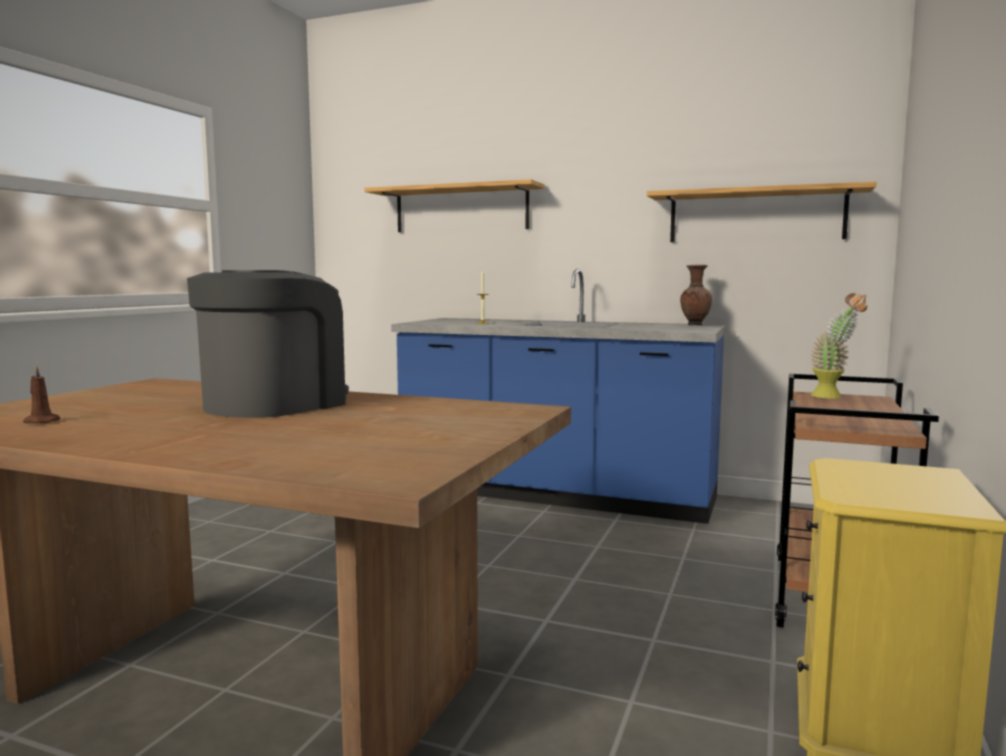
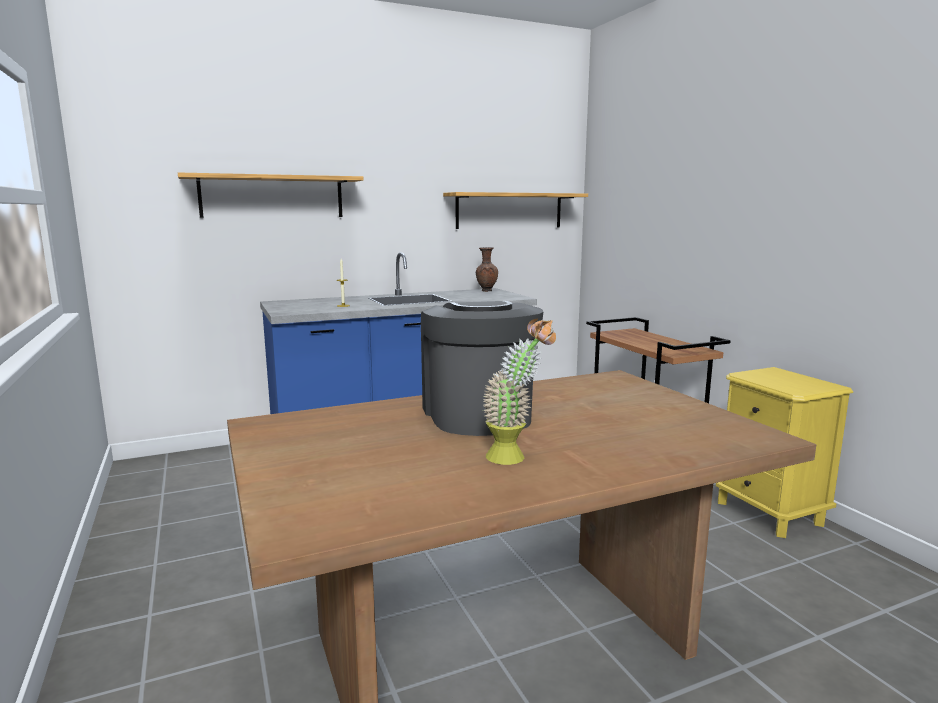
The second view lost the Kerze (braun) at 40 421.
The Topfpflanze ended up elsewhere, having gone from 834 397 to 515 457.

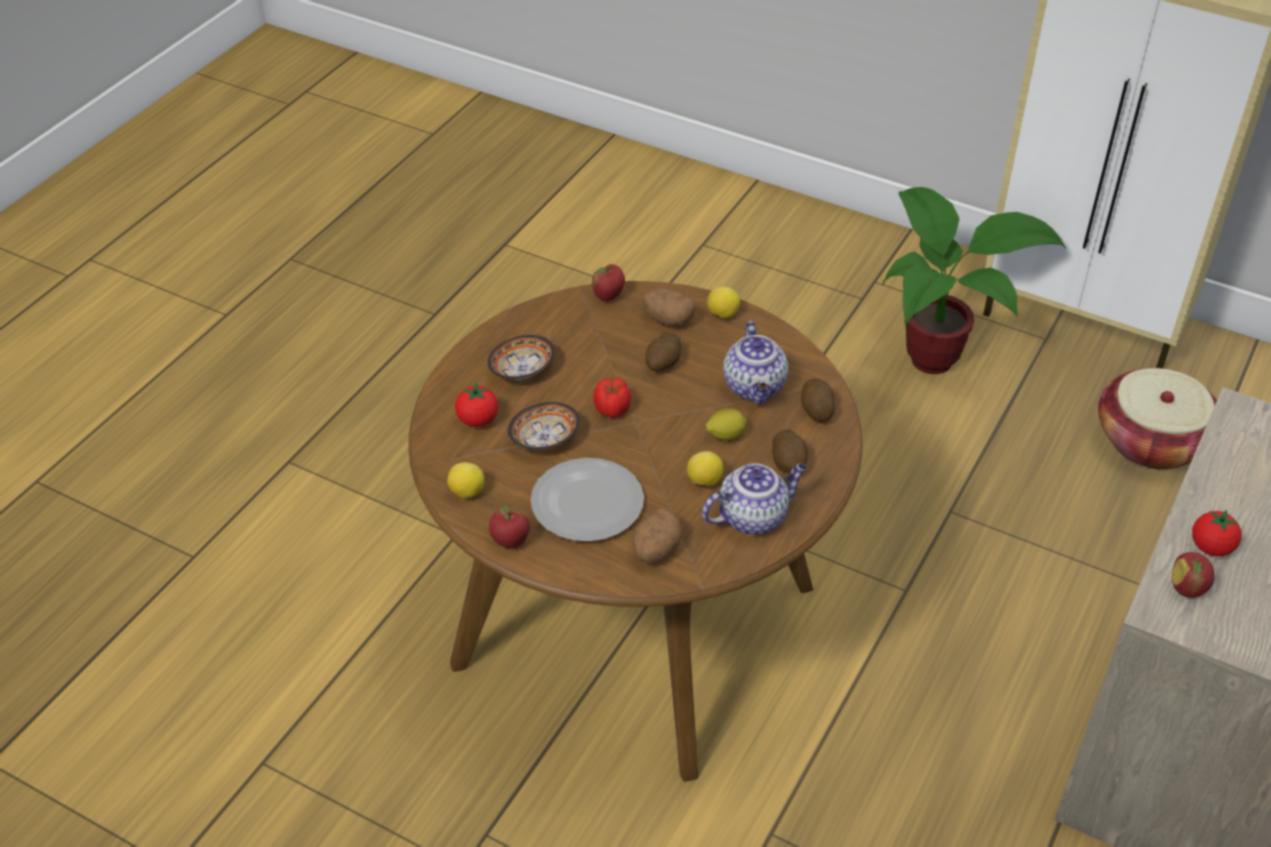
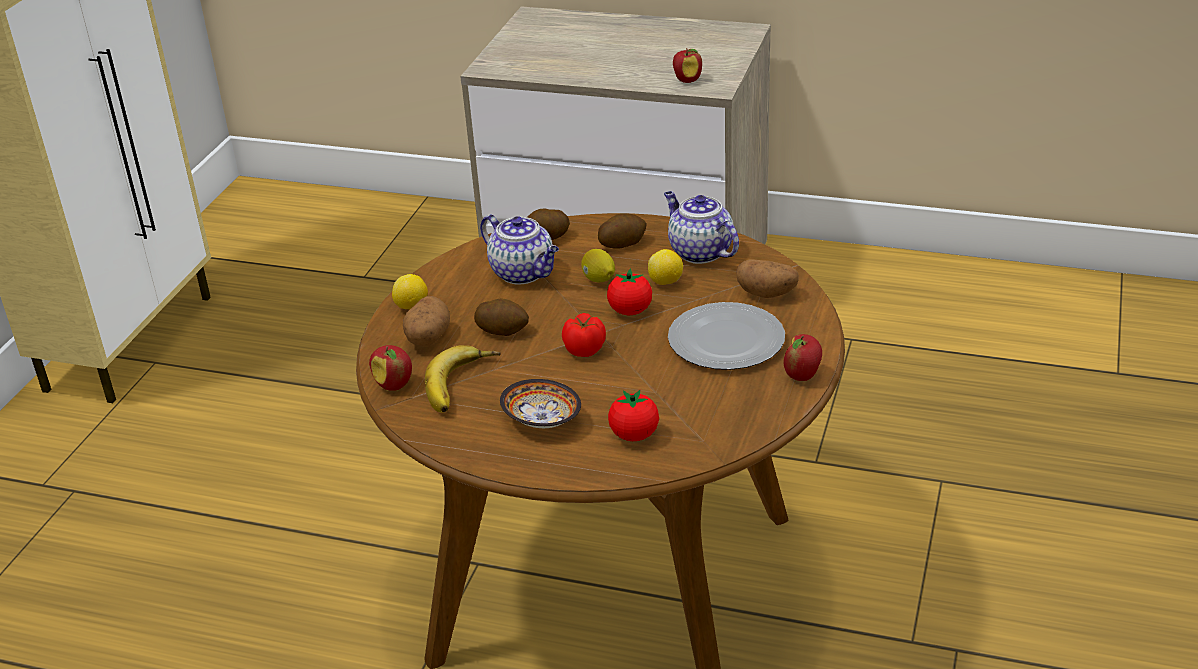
The second view lost the Zitrone at 466 492.
The second view lost the Schüssel at 542 440.
The second view lost the Topfpflanze at 939 358.
The second view lost the Korb at 1151 441.
The second view gained the Banane at 463 385.
The Tomate ended up elsewhere, having gone from 1211 547 to 630 311.
The Teekanne at 755 388 ended up facing another way, 60 degrees clockwise from before.

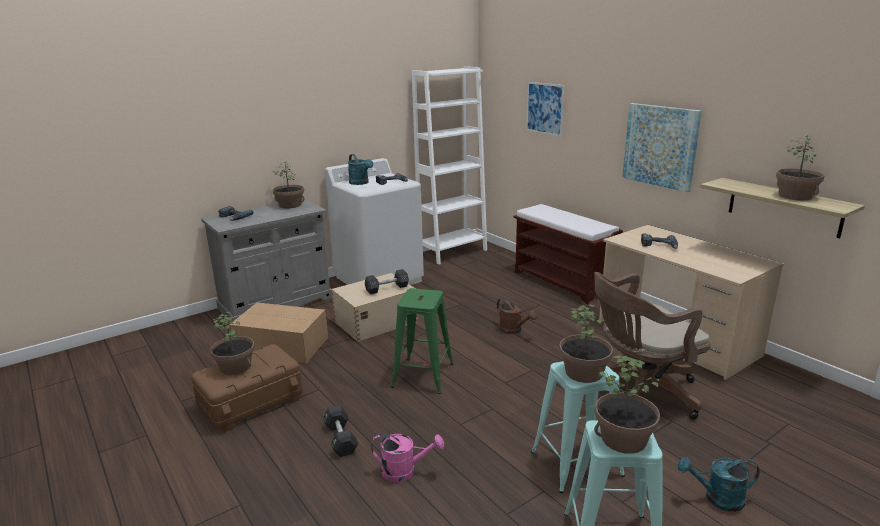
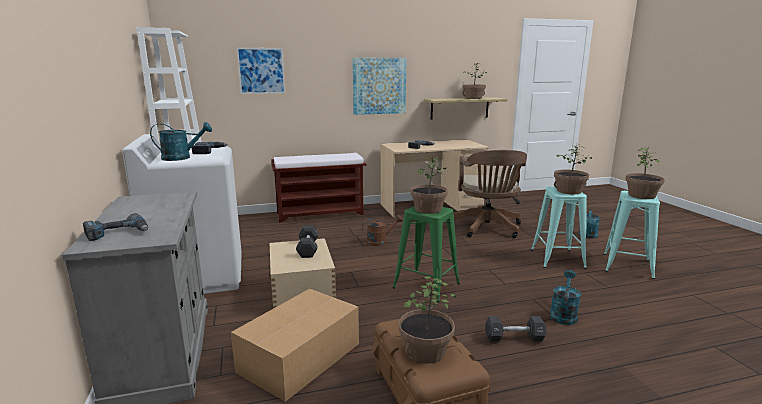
The Topfpflanze ended up elsewhere, having gone from 290 205 to 427 209.
What was the Gießkanne (rosa) at 405 471 turned into the Gießkanne (türkis) at 563 314.

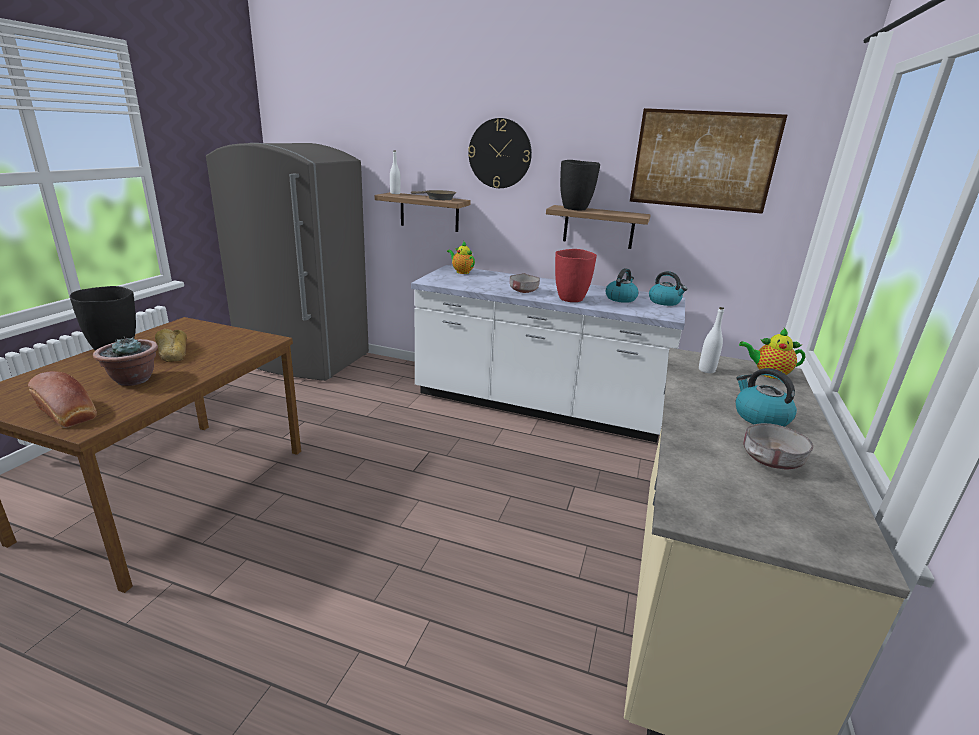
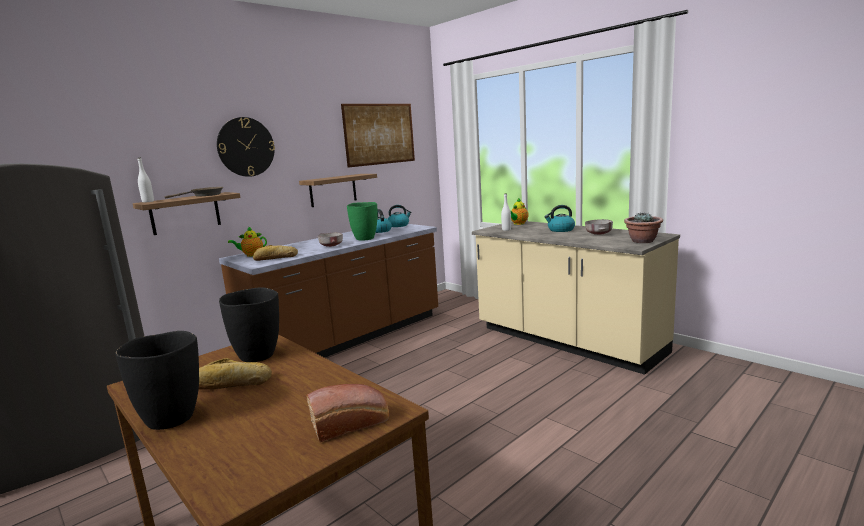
The second view gained the Brot at 275 258.
The Topfpflanze ended up elsewhere, having gone from 132 379 to 642 241.
The Vase (schwarz) ended up elsewhere, having gone from 575 208 to 258 355.
What was the Küchenzeile (weiß) at 537 406 turned into the Küchenzeile (braun) at 348 339.
What was the Vase (rot) at 571 299 turned into the Vase (grün) at 365 238.

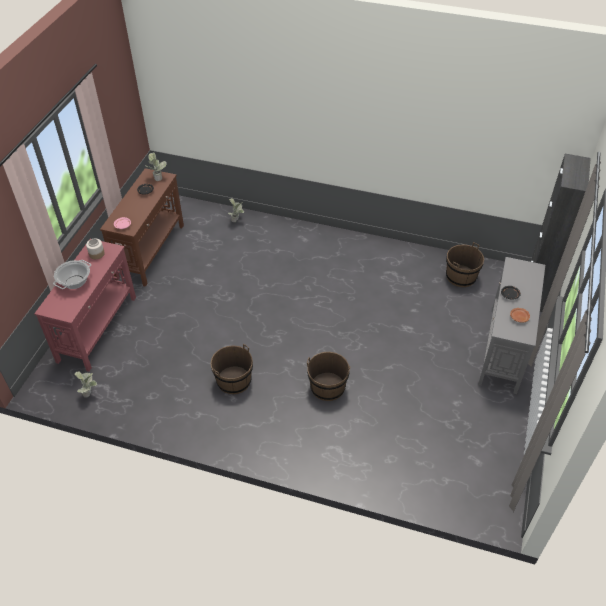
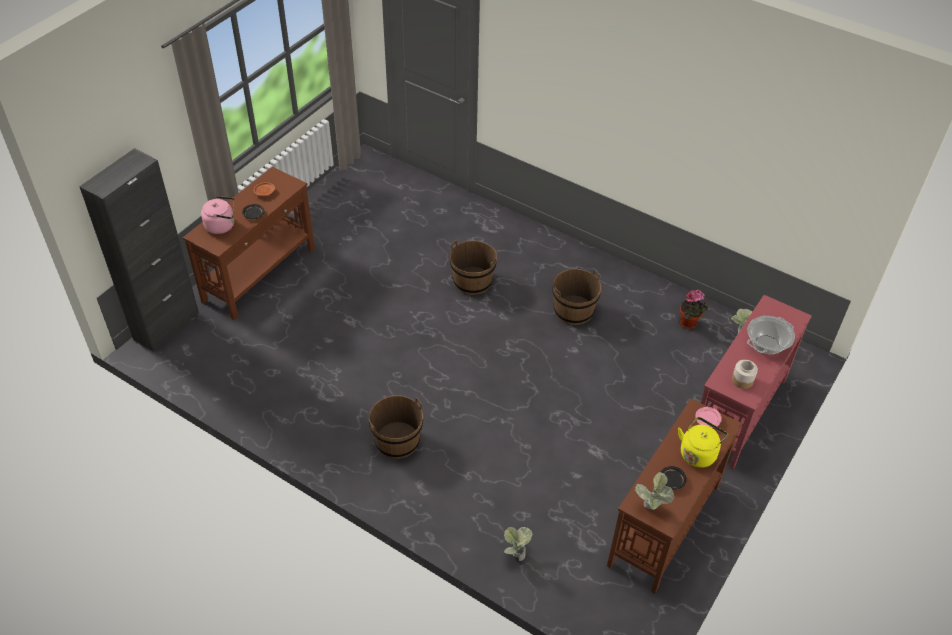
The second view gained the Wasserkessel (rosa) at 222 225.
The second view gained the Wasserkessel (gelb) at 698 453.
The second view gained the Topfpflanze at 689 323.
The Eimer (braun) ended up elsewhere, having gone from 461 276 to 397 440.
What was the Konsolentisch (grau) at 503 349 turned into the Konsolentisch (braun) at 260 274.

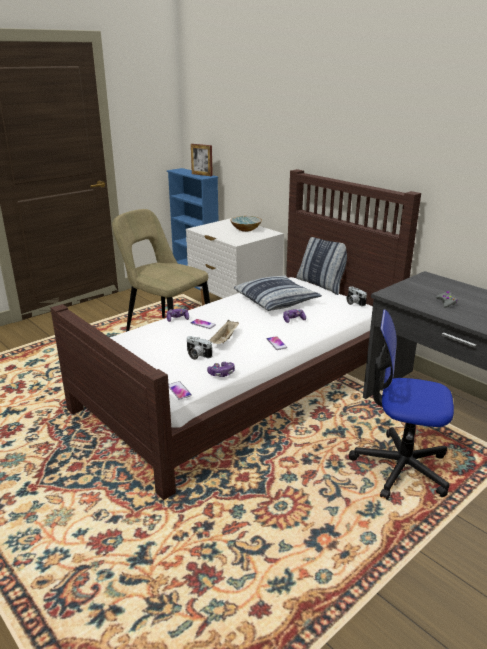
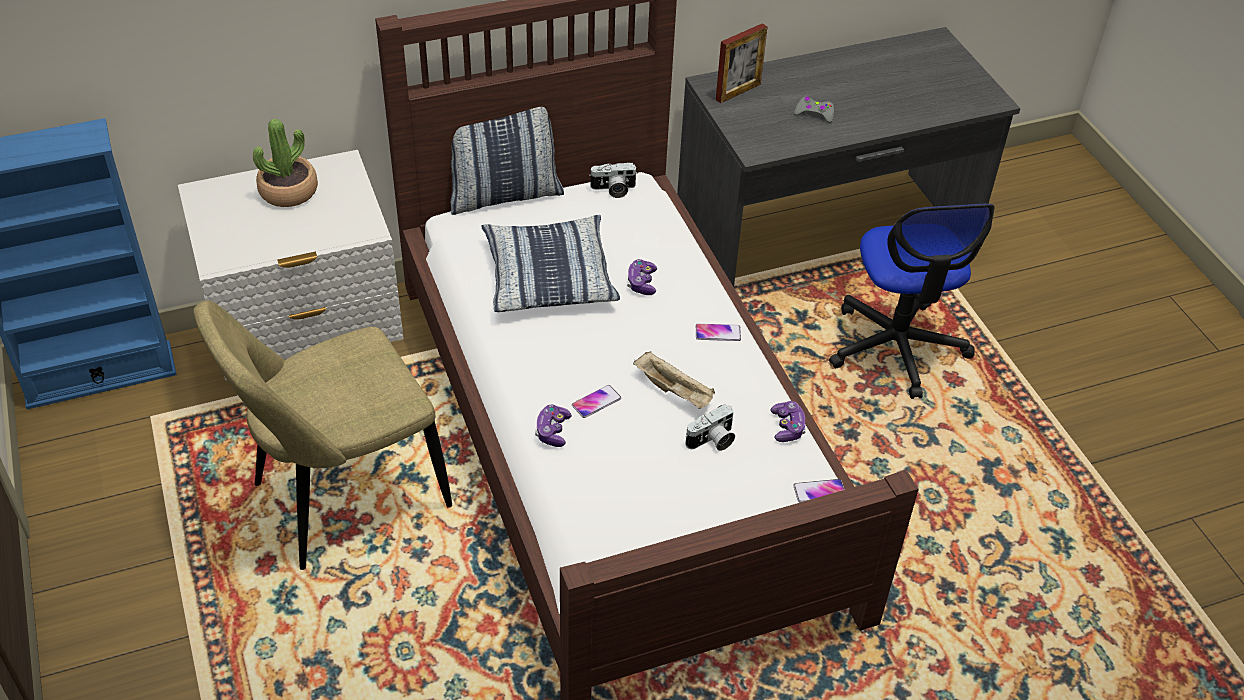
The Bilderrahmen ended up elsewhere, having gone from 202 174 to 738 92.
Where the Schüssel stood at 246 229, the Topfpflanze came to stand at 288 191.
The Bürostuhl at 400 467 ended up facing another way, 45 degrees counterclockwise from before.

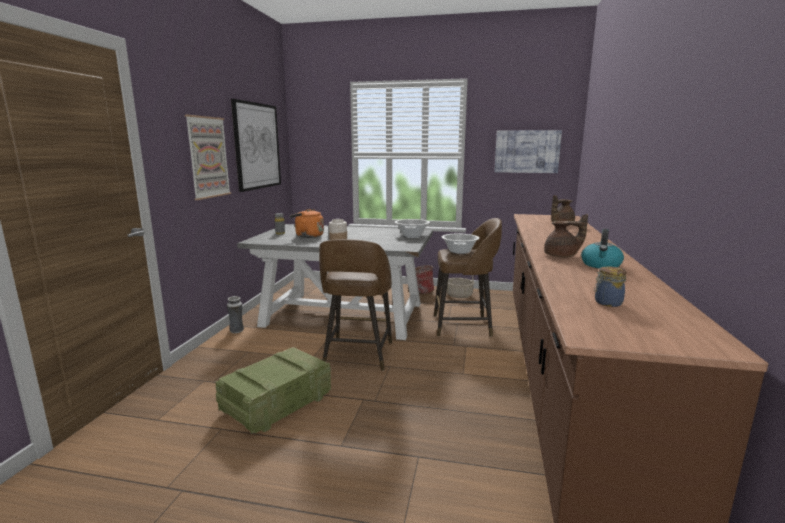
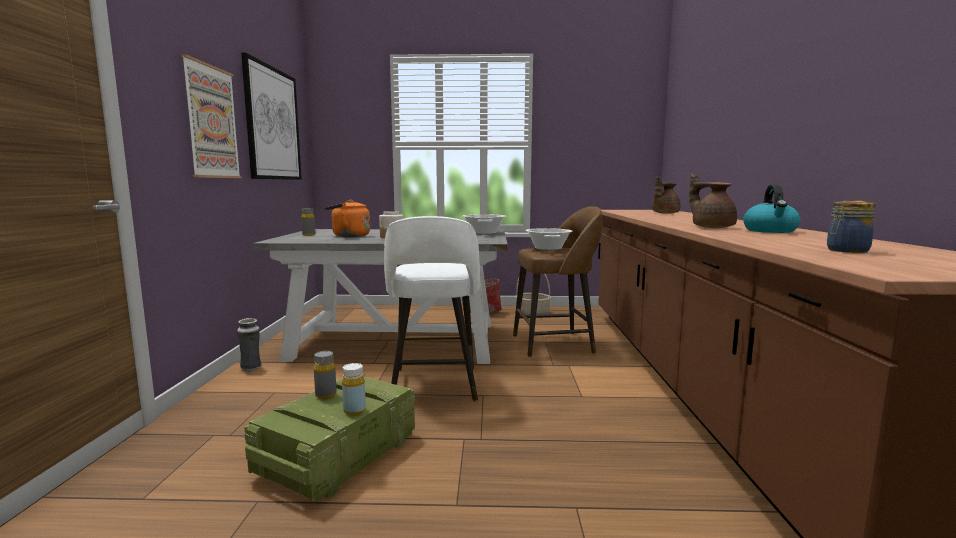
The second view lost the Bild at 527 151.
The second view gained the Flasche (grau) at 326 395.
The second view gained the Flasche (gelb) at 354 411.
What was the Hocker (braun) at 357 355 turned into the Hocker (weiß) at 434 385.
The Teekanne (braun) at 562 256 ended up facing another way, 105 degrees counterclockwise from before.

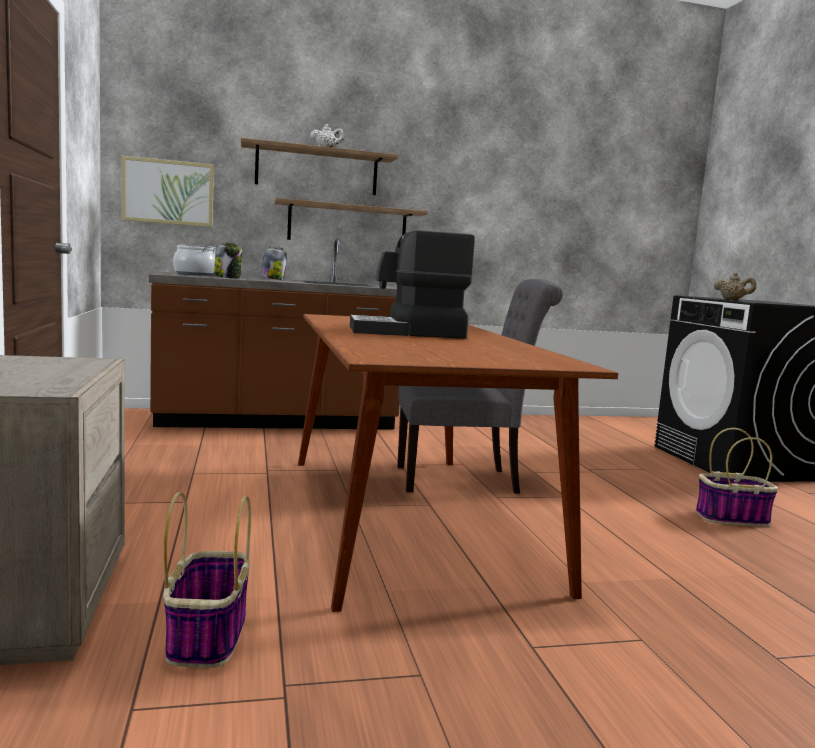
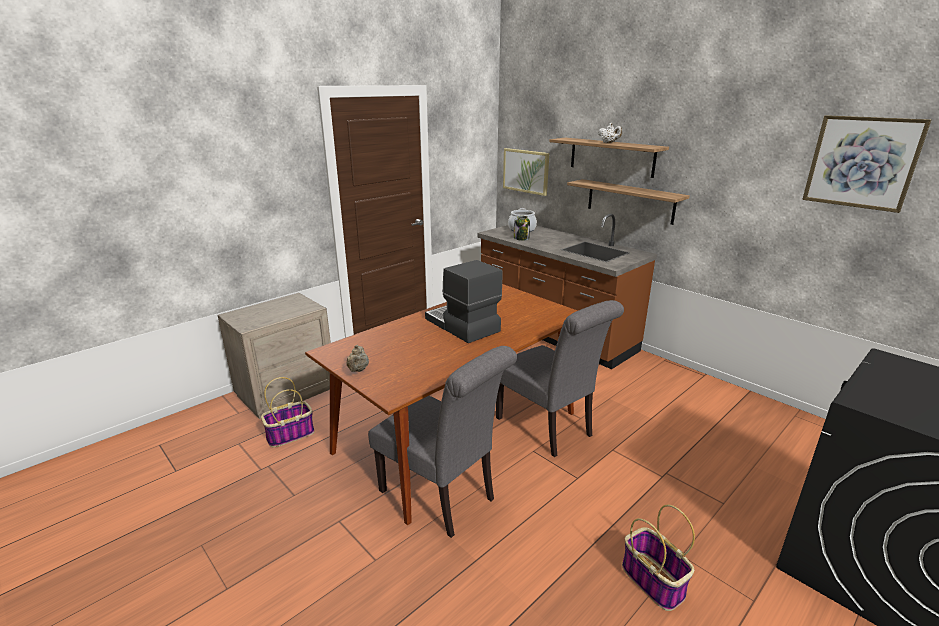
The second view lost the Vorratsglas at 273 279.
The second view gained the Stuhl (grau) at 442 497.
The second view gained the Bild at 862 162.
The Teekanne (beige) ended up elsewhere, having gone from 732 300 to 358 370.

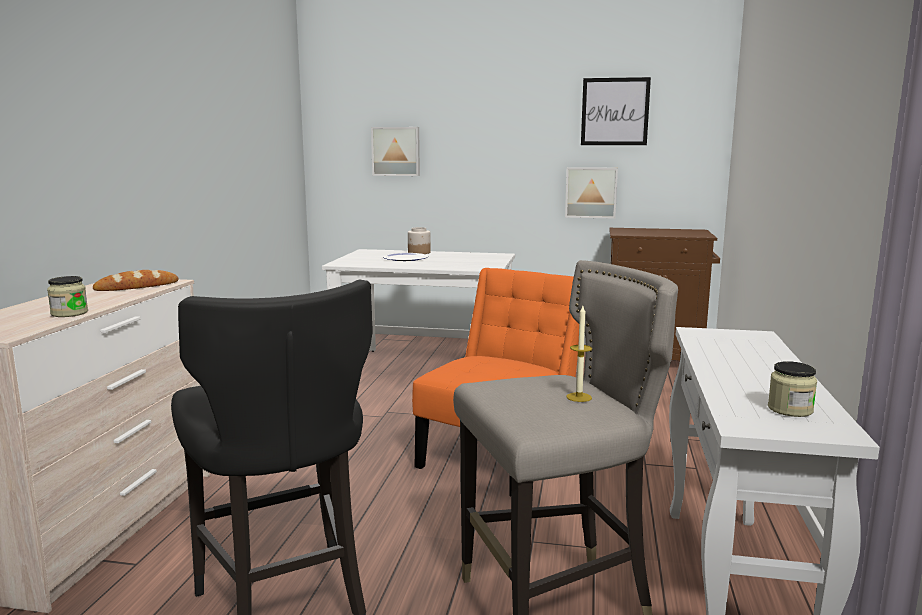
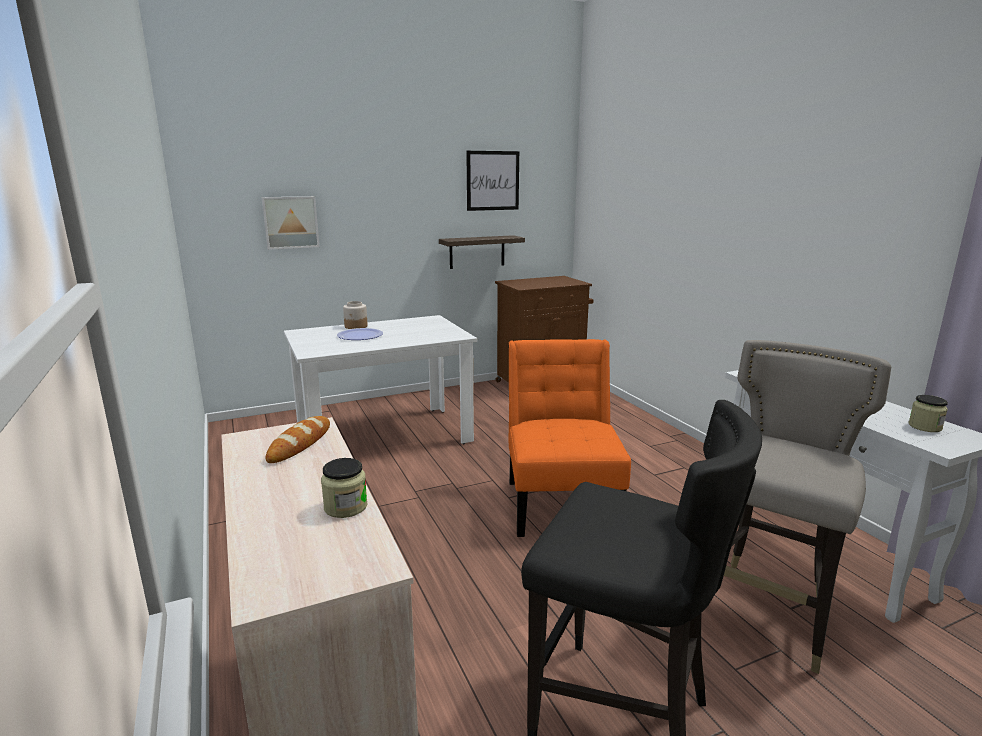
The second view lost the Kerze at 579 397.
Where the Bild hung at 591 192, the Wandregal came to hang at 477 252.

